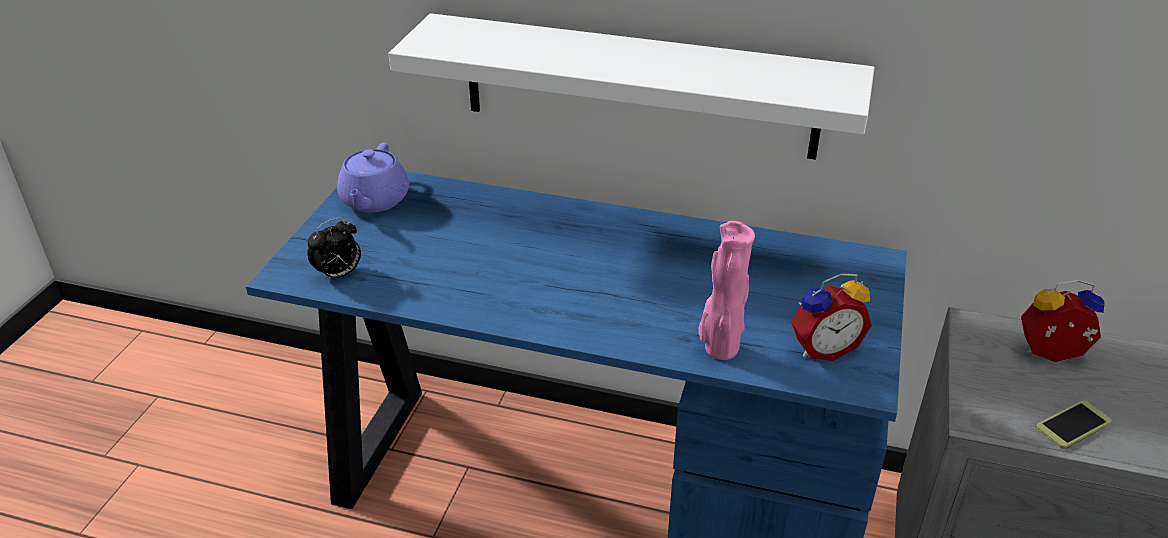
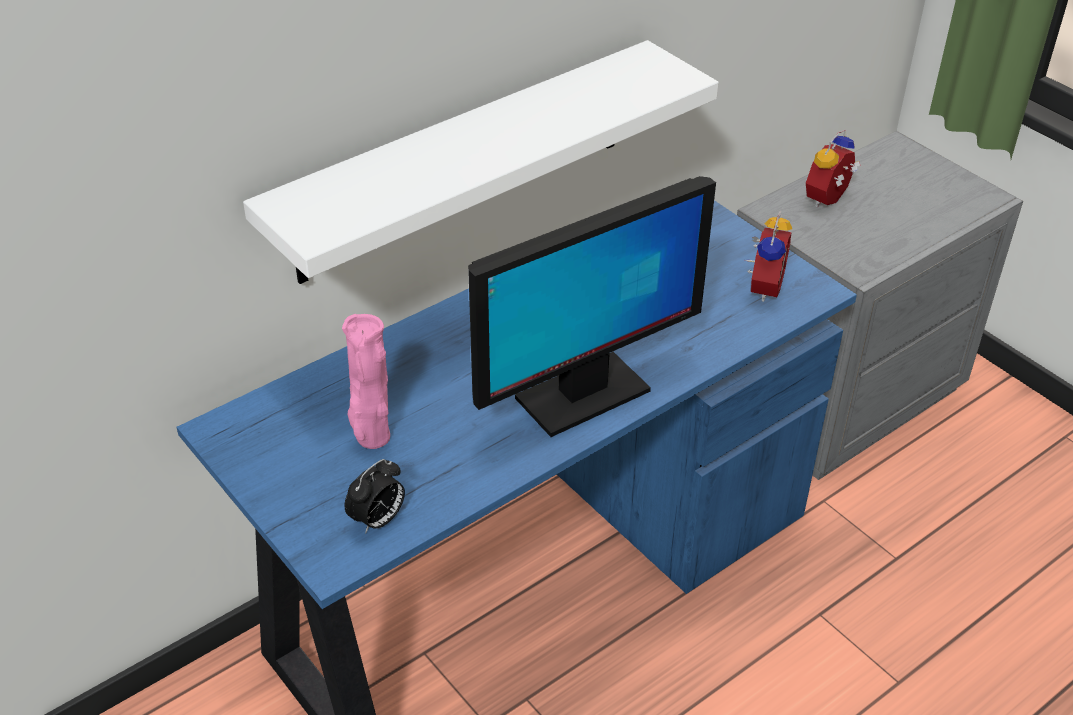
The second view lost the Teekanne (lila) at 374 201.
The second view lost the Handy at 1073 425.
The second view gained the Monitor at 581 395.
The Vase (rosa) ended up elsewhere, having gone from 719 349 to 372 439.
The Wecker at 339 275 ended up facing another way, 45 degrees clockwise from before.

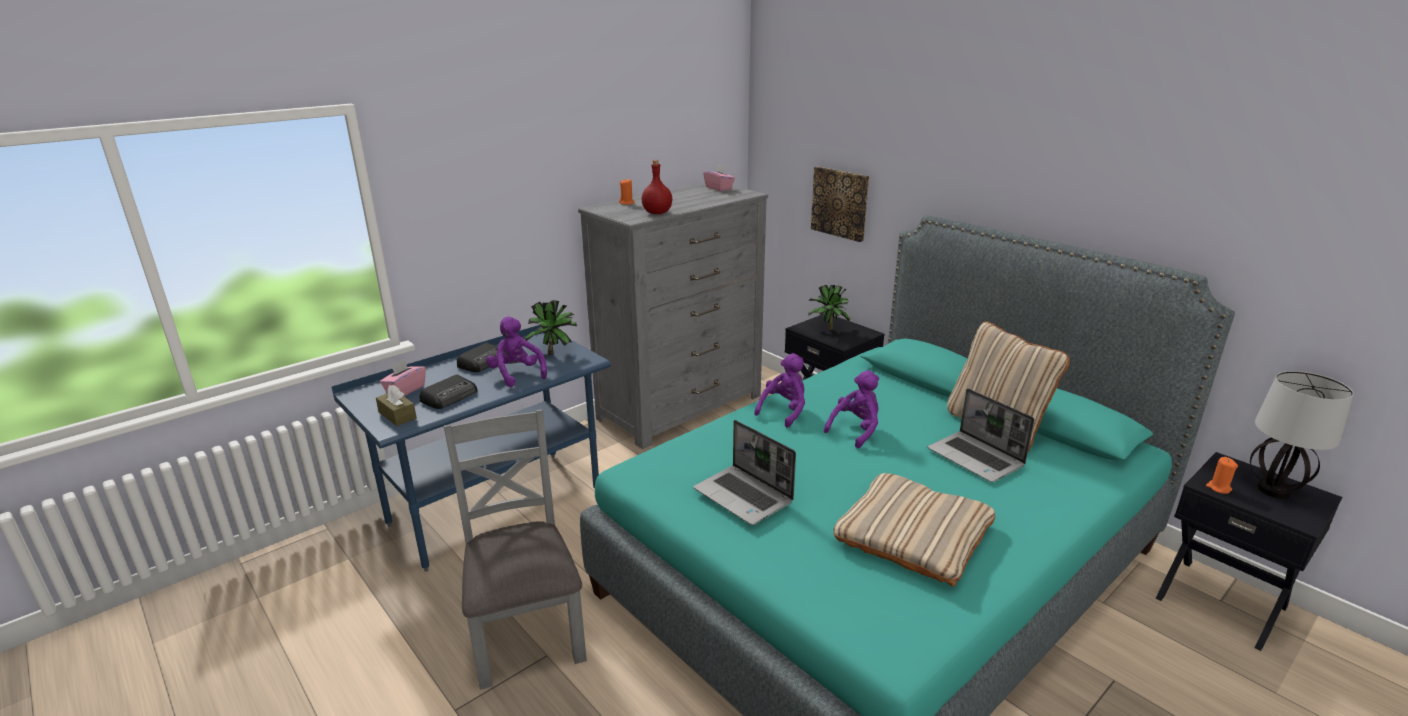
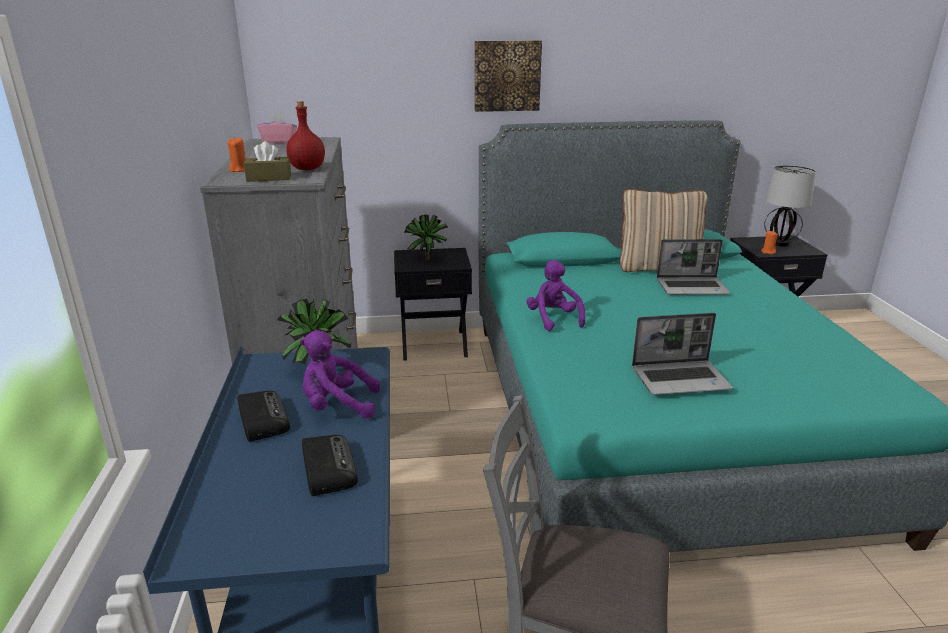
The second view lost the Taschentuchbox (rosa) at 405 390.
The second view lost the Plüschtier (lila) at 855 430.
The second view lost the Kissen (beige) at 913 535.
The Taschentuchbox (braun) ended up elsewhere, having gone from 397 415 to 269 178.
The Bild ended up elsewhere, having gone from 840 203 to 507 76.

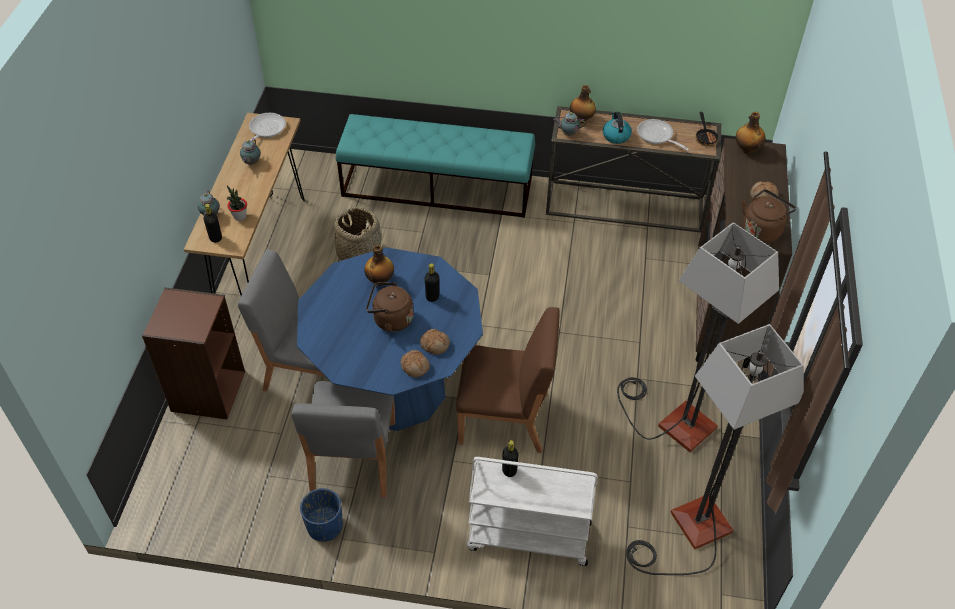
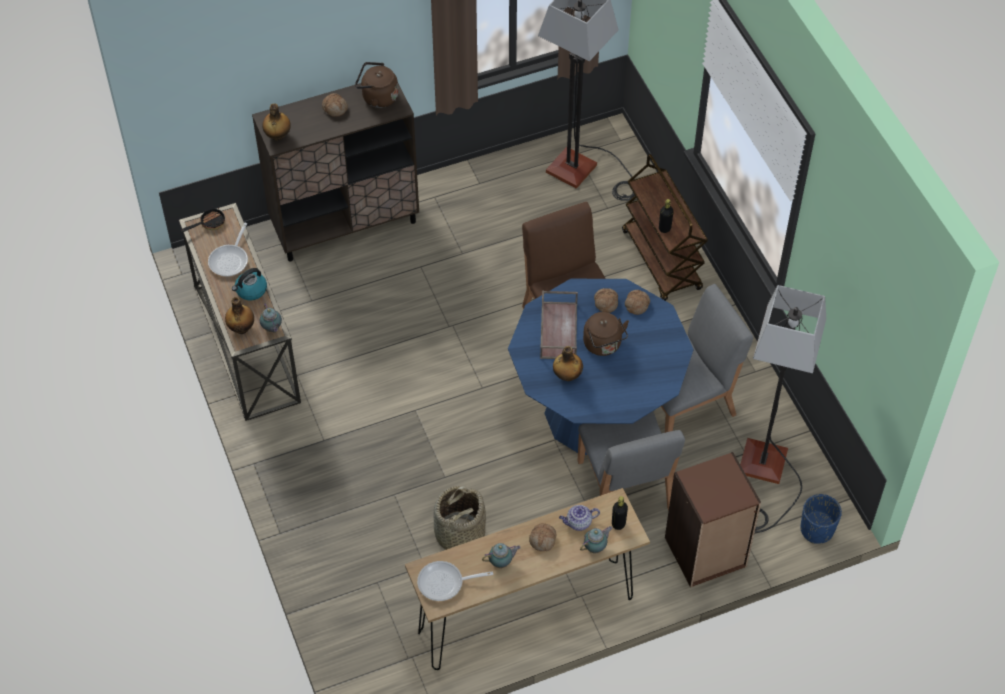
The second view lost the Bank (türkis) at 438 187.
The second view gained the Brot at 543 539.
The Pflanzkübel (blau) ended up elsewhere, having gone from 325 526 to 817 529.
The Stehlampe ended up elsewhere, having gone from 672 420 to 764 475.
Where the Topfpflanze stood at 239 216, the Teekanne came to stand at 578 523.
Where the Flasche (schwarz) stood at 432 297, the Tablett (braun) came to stand at 557 330.
What was the Rollwagen (weiß) at 528 536 turned into the Rollwagen (braun) at 662 261.

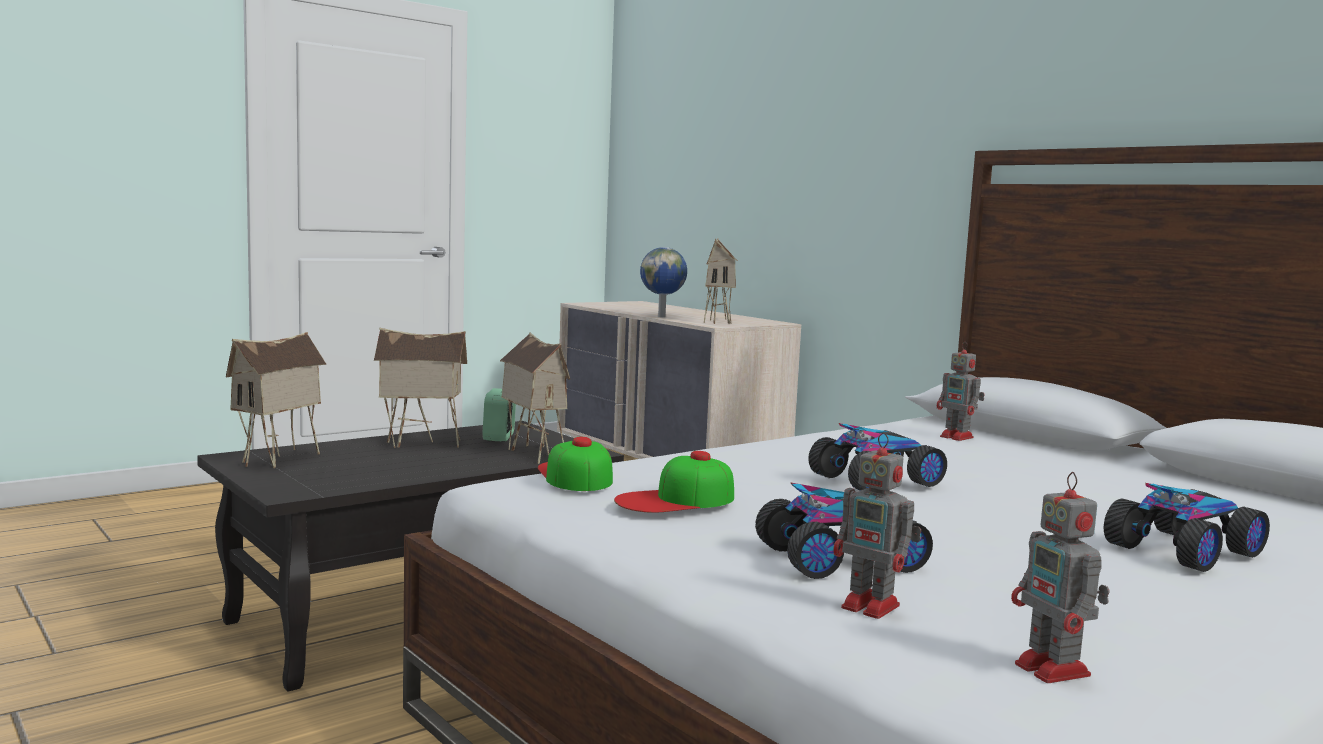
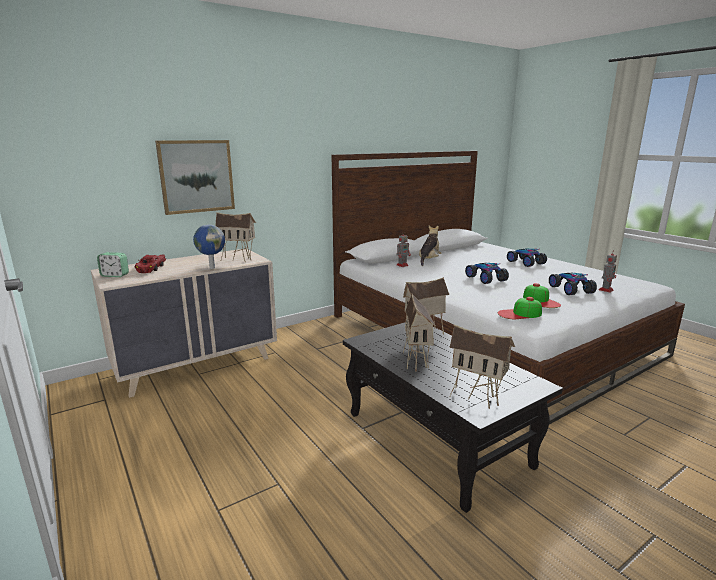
The second view lost the Spielzeugroboter at 1055 671.
The second view gained the Spielzeugauto (rot) at 150 268.
The second view gained the Bild at 196 176.
The second view gained the Plüschtier at 429 260.
The Wecker ended up elsewhere, having gone from 499 437 to 115 275.

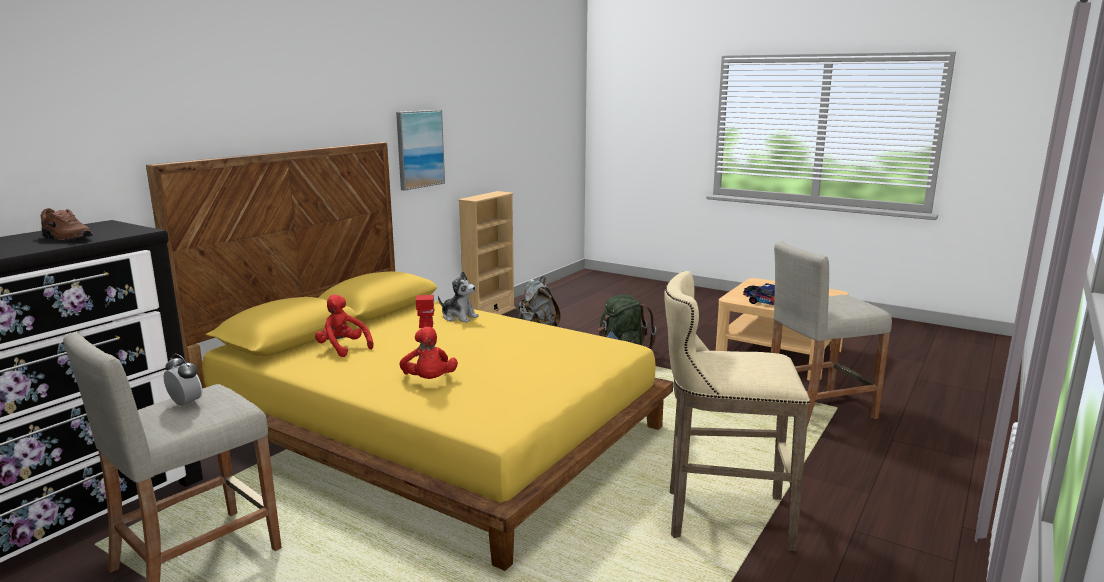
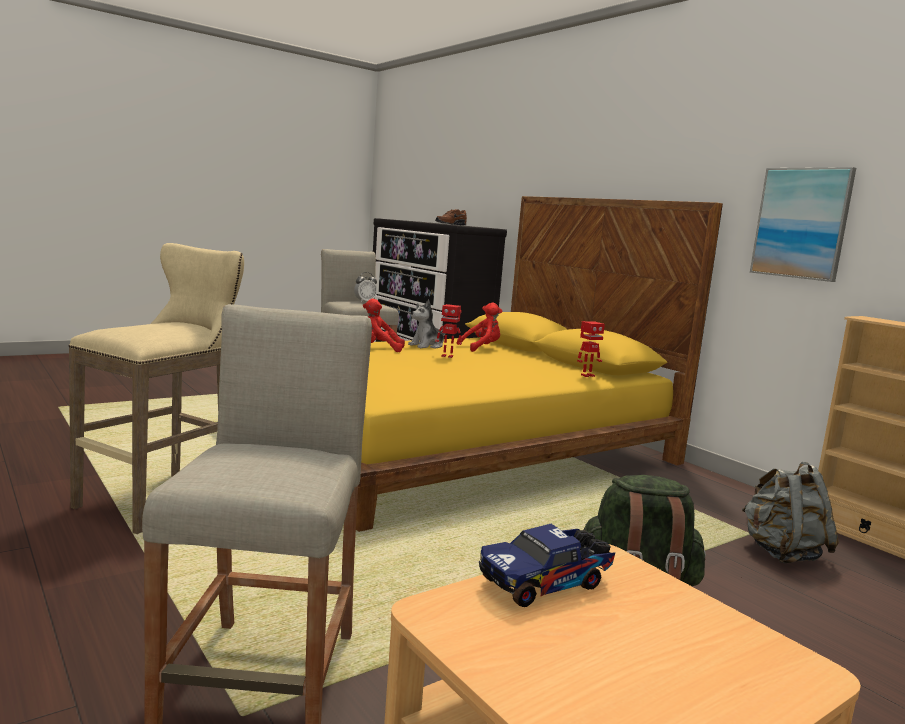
The second view gained the Spielzeugroboter at 587 375.
The Plüschtier ended up elsewhere, having gone from 459 317 to 427 346.

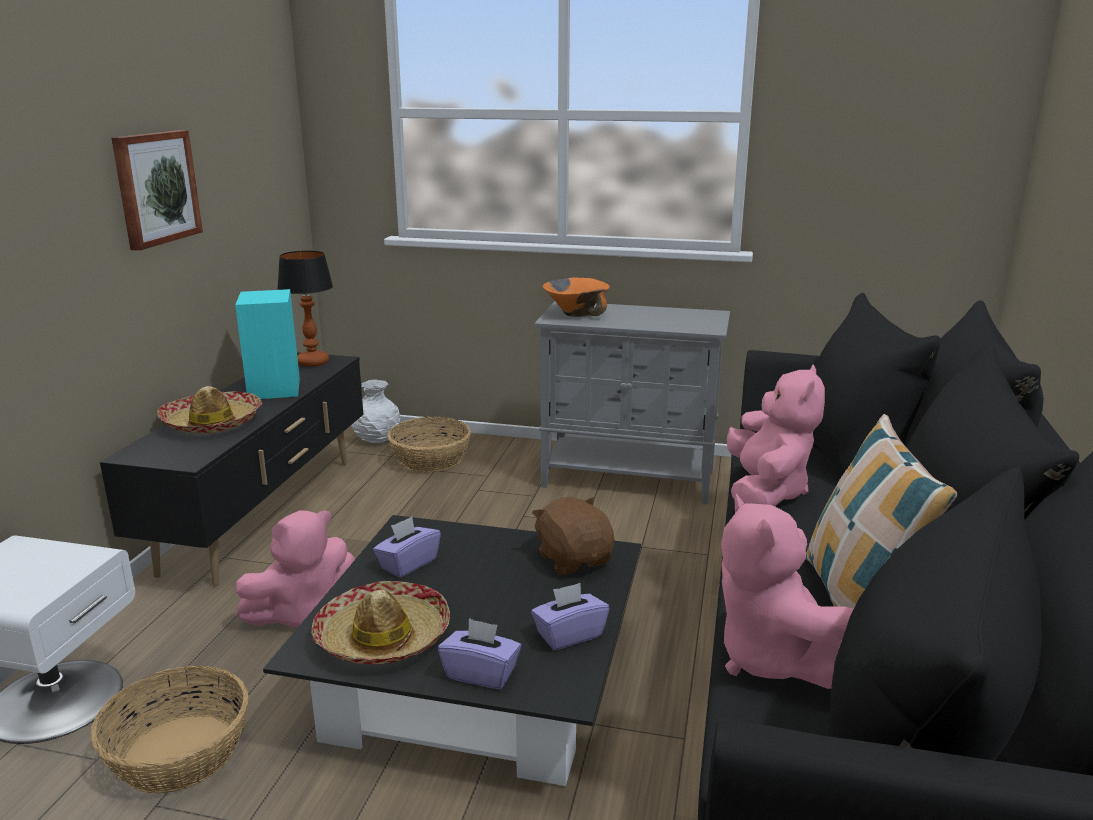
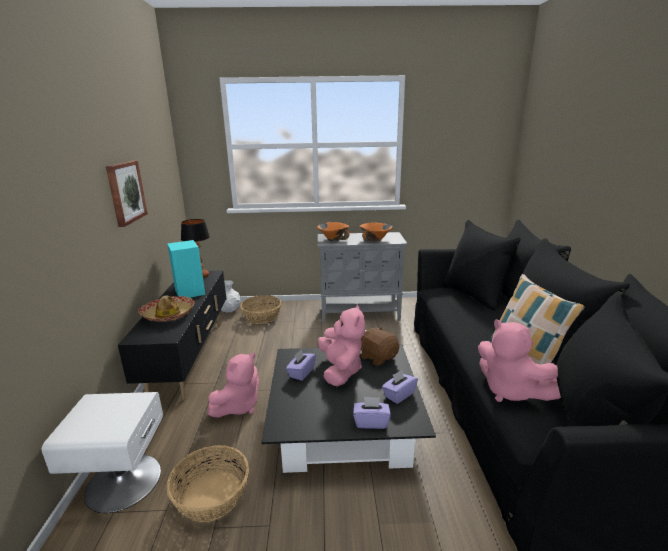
The second view lost the Hut at 383 637.
The second view gained the Schüssel (orange) at 375 240.
The Plüschtier (rosa) ended up elsewhere, having gone from 766 492 to 341 370.

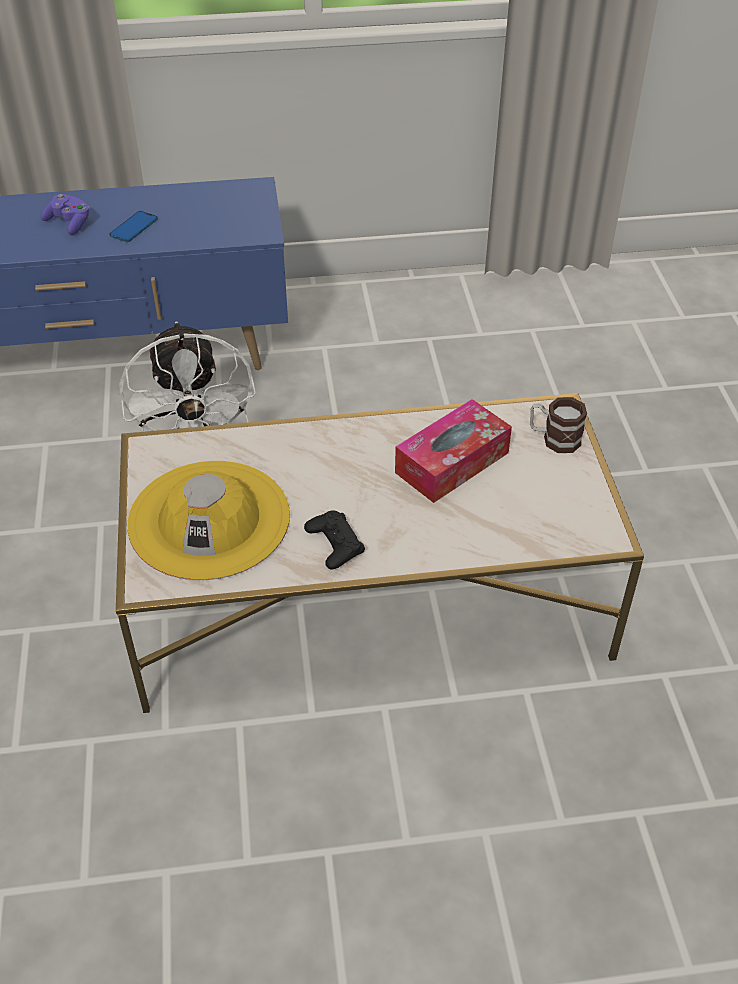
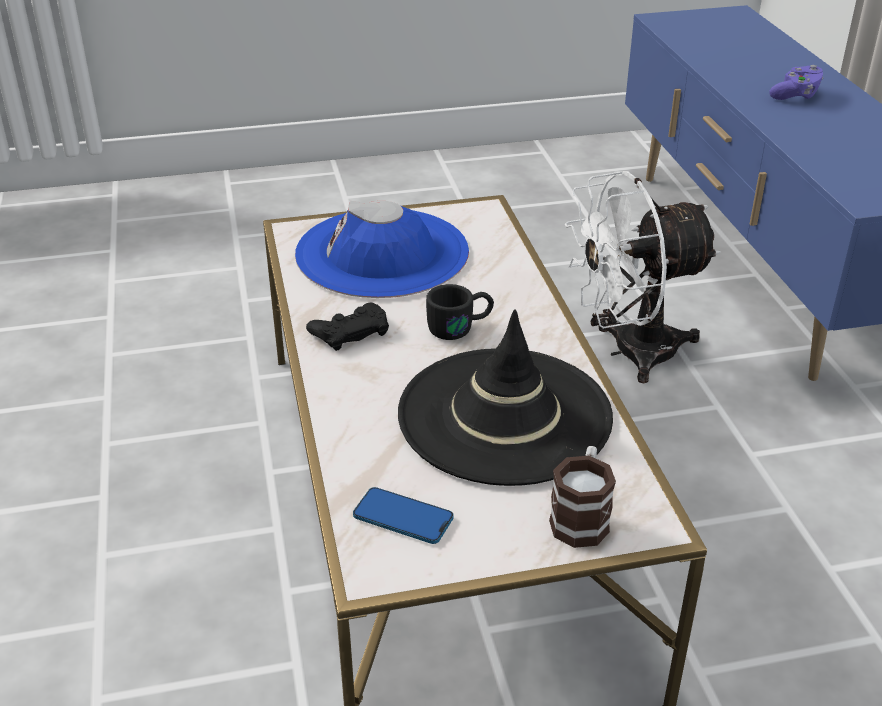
The second view gained the Henkelbecher (schwarz) at 460 327.
The Handy ended up elsewhere, having gone from 134 228 to 403 517.
Where the Taschentuchbox stood at 452 462, the Hut (schwarz) came to stand at 504 415.
What was the Hut (gelb) at 209 519 turned into the Hut (blau) at 382 253.

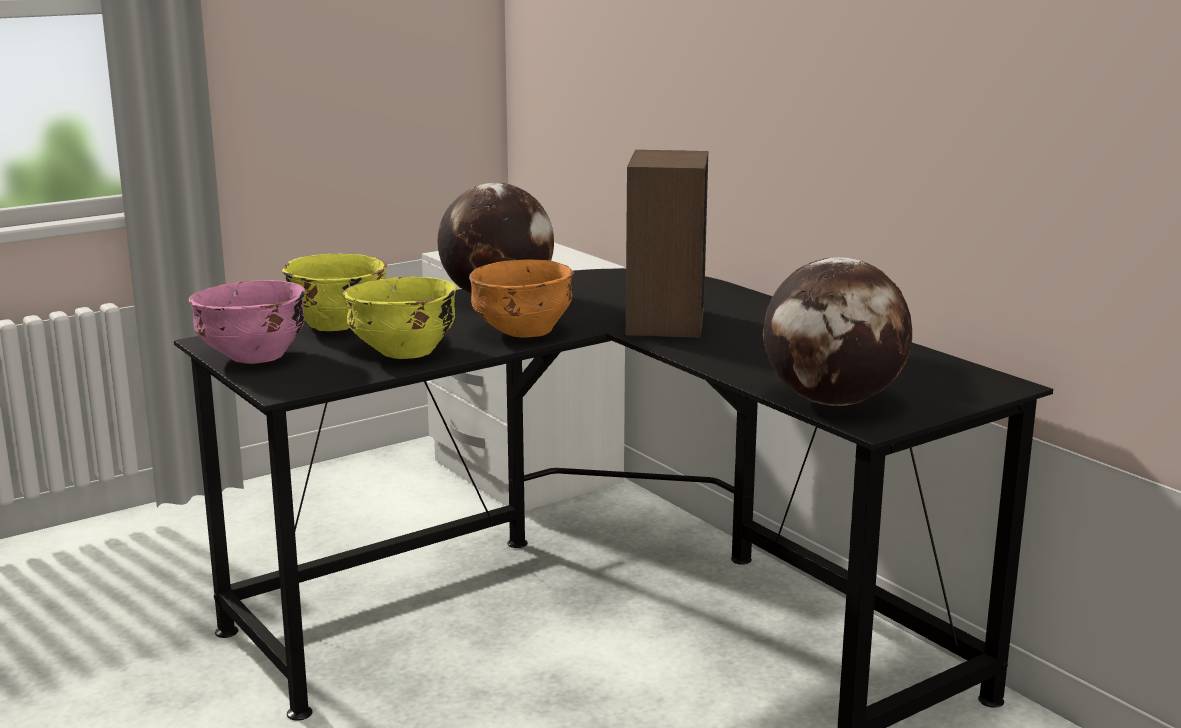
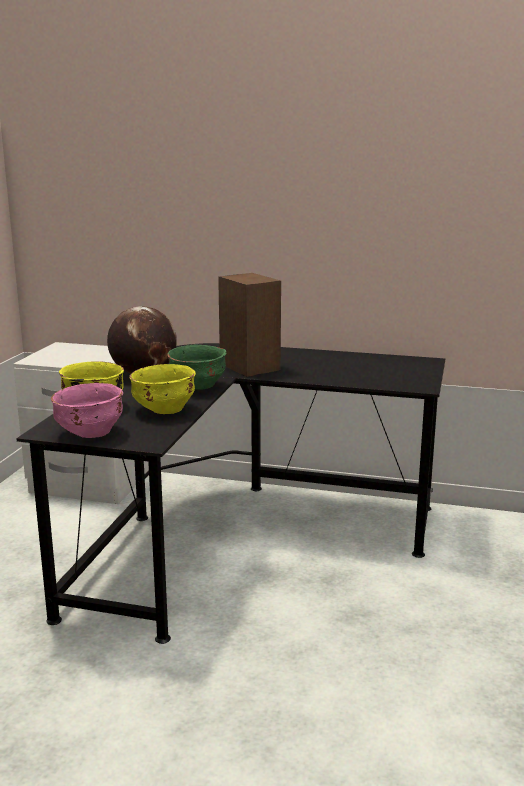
The second view lost the Globus at 833 401.
What was the Schüssel (orange) at 523 332 turned into the Schüssel (grün) at 198 386.

